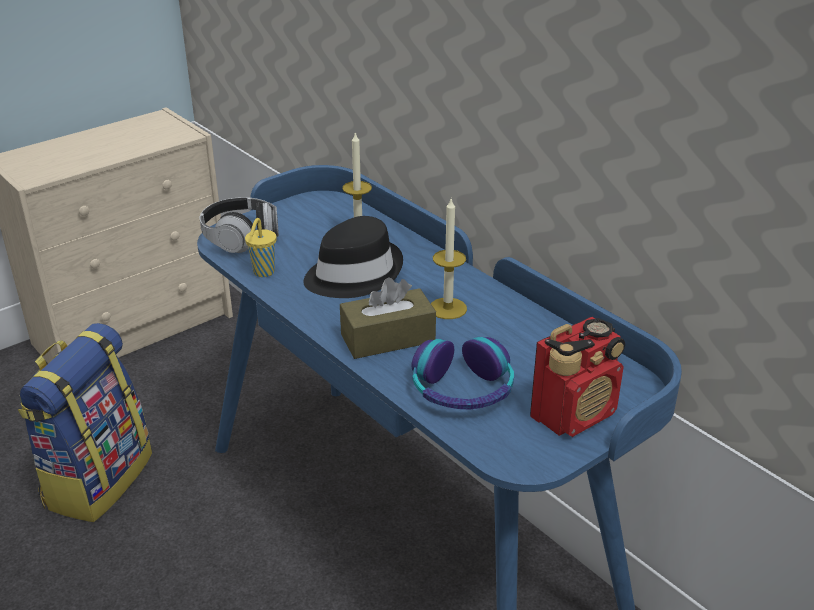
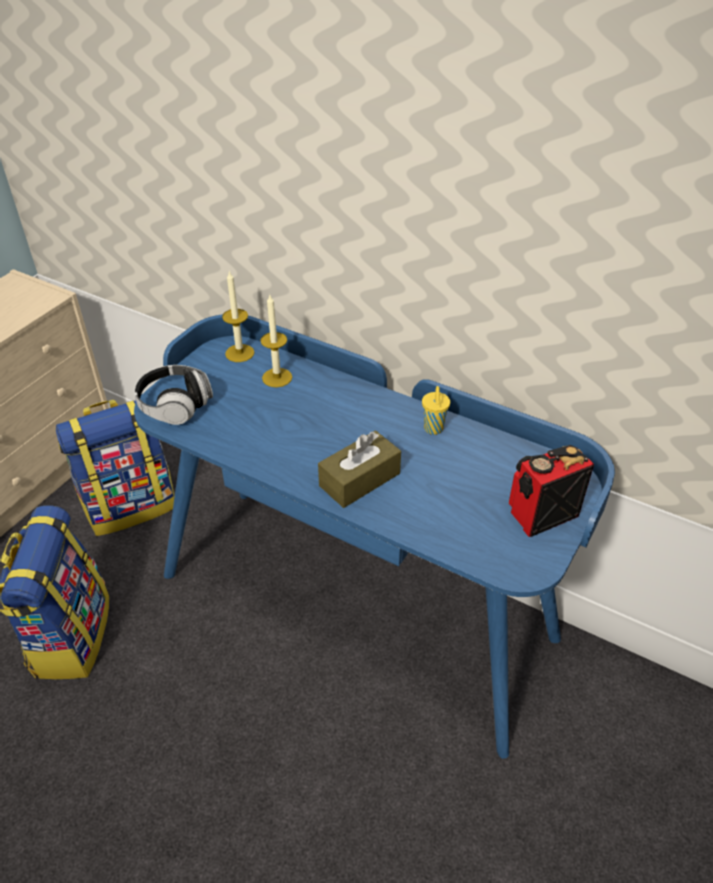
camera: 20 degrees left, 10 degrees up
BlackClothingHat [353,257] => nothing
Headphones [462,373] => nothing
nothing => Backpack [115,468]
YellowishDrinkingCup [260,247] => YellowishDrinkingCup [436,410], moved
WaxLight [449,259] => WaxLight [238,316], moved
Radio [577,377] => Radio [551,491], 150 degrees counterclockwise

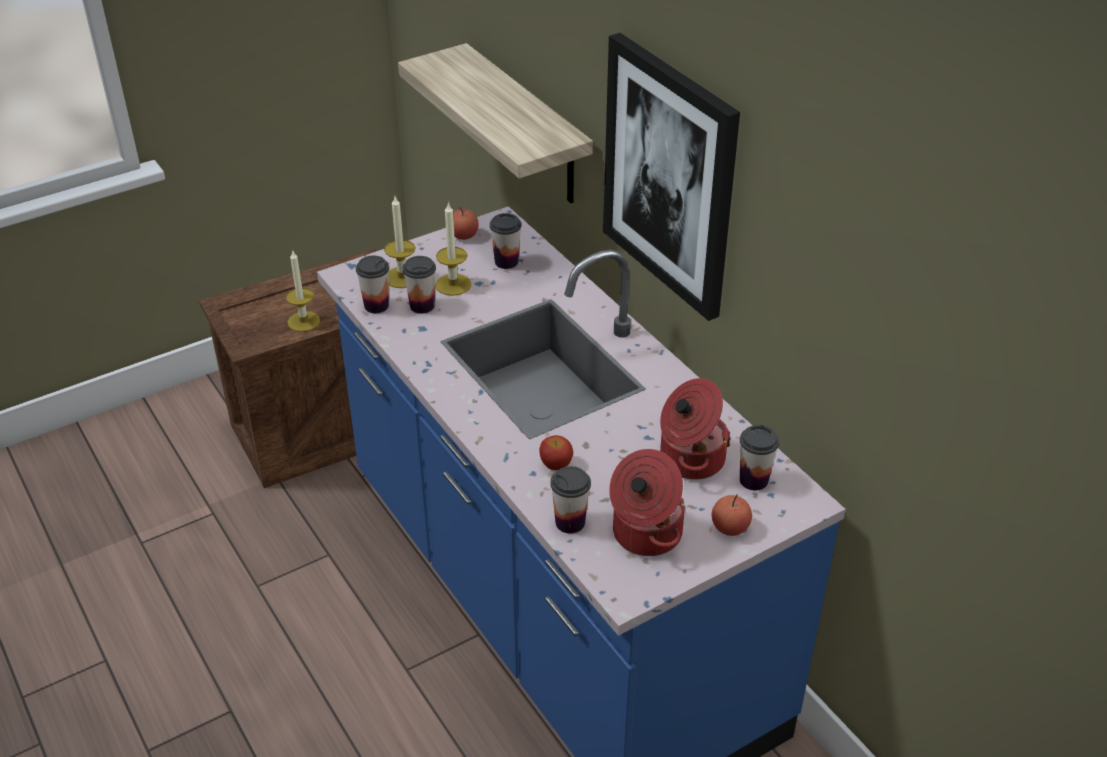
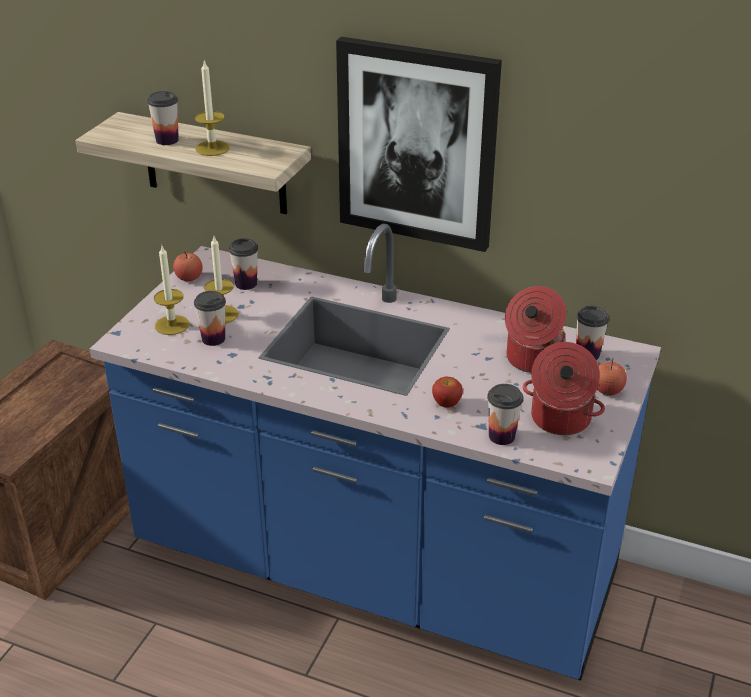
camera: 35 degrees left, 5 degrees down
WaxLight [303,291] => WaxLight [212,108], moved
DrinkingCup [372,284] => DrinkingCup [163,118], moved

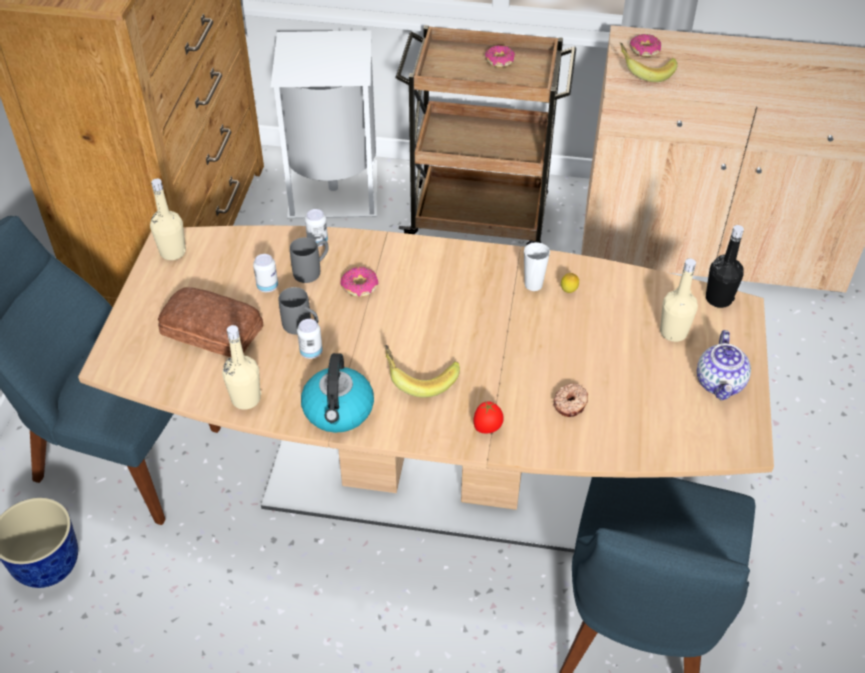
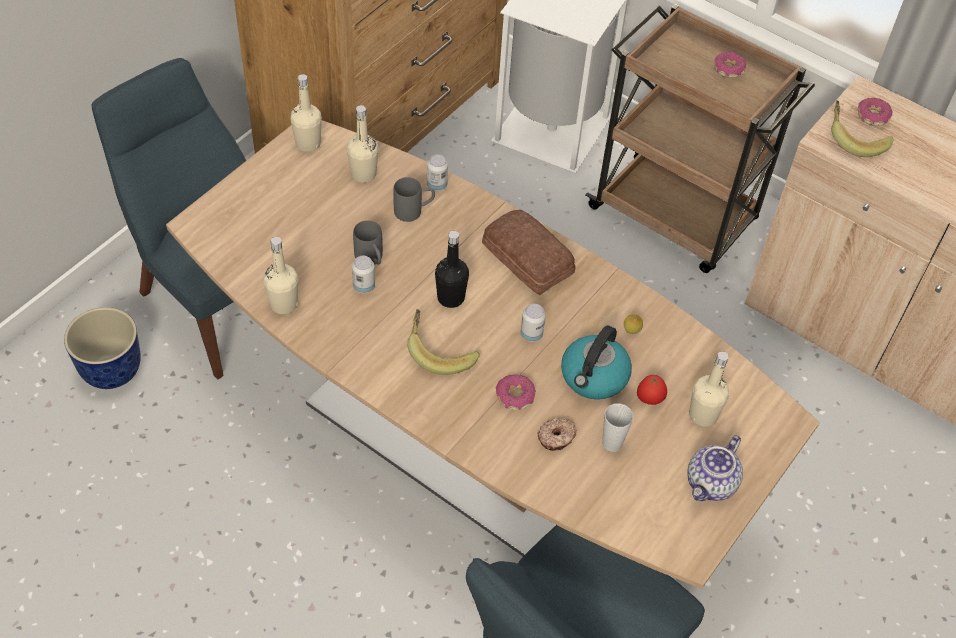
camera: 25 degrees right, 5 degrees up
nothing => SandColouredDrinkBottle [363,144]
Bread [210,322] => Bread [528,252], moved
MetalCan [265,273] => MetalCan [533,323], moved
Kettle [337,393] => Kettle [596,362], moved
RingDoughnut [359,282] => RingDoughnut [516,392], moved
Tomato [489,417] => Tomato [652,390], moved
DrinkingCup [537,266] => DrinkingCup [618,427], moved
BlackDrinkBottle [725,266] => BlackDrinkBottle [452,269], moved

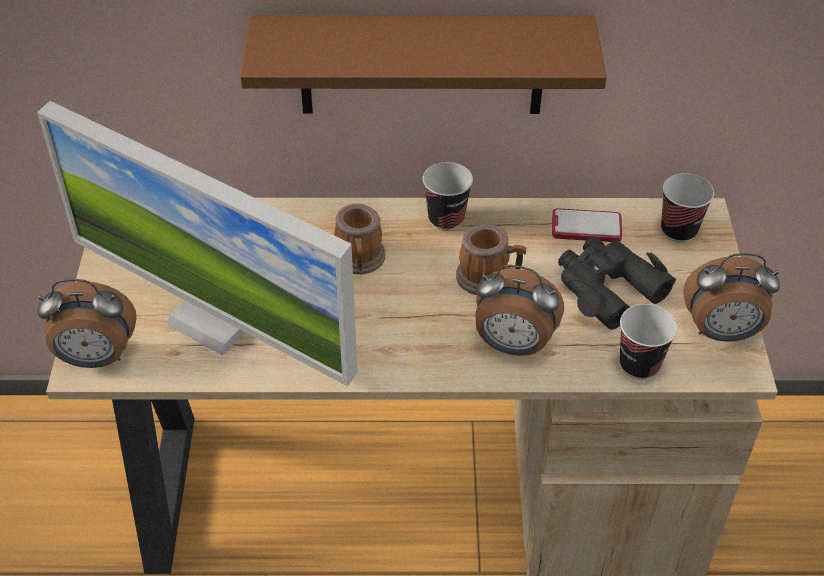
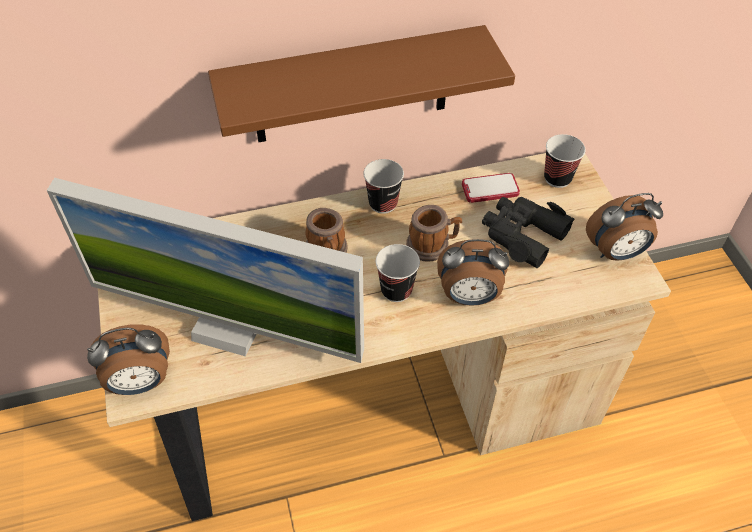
camera: 15 degrees left, 5 degrees up
DrinkingCup [648,342] => DrinkingCup [398,273], moved

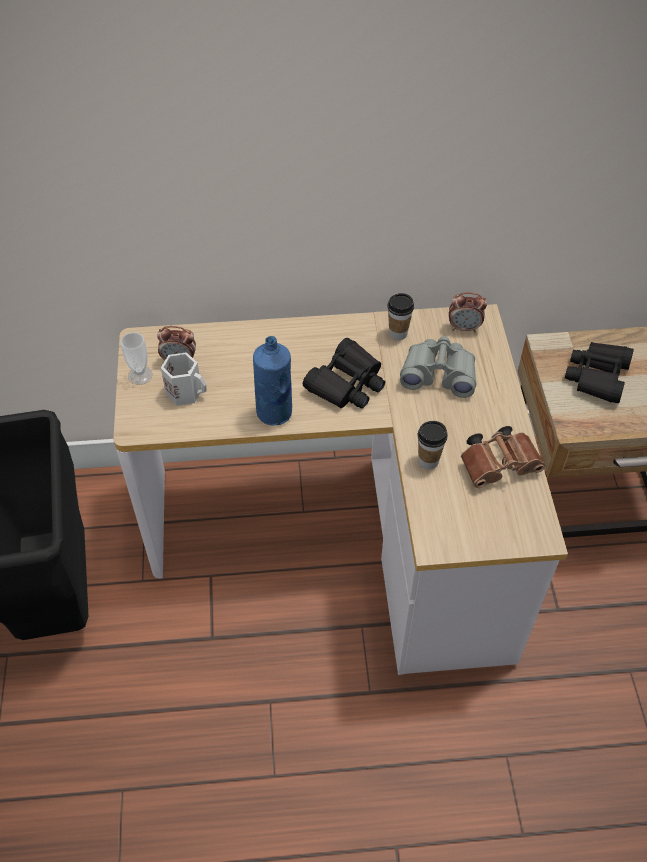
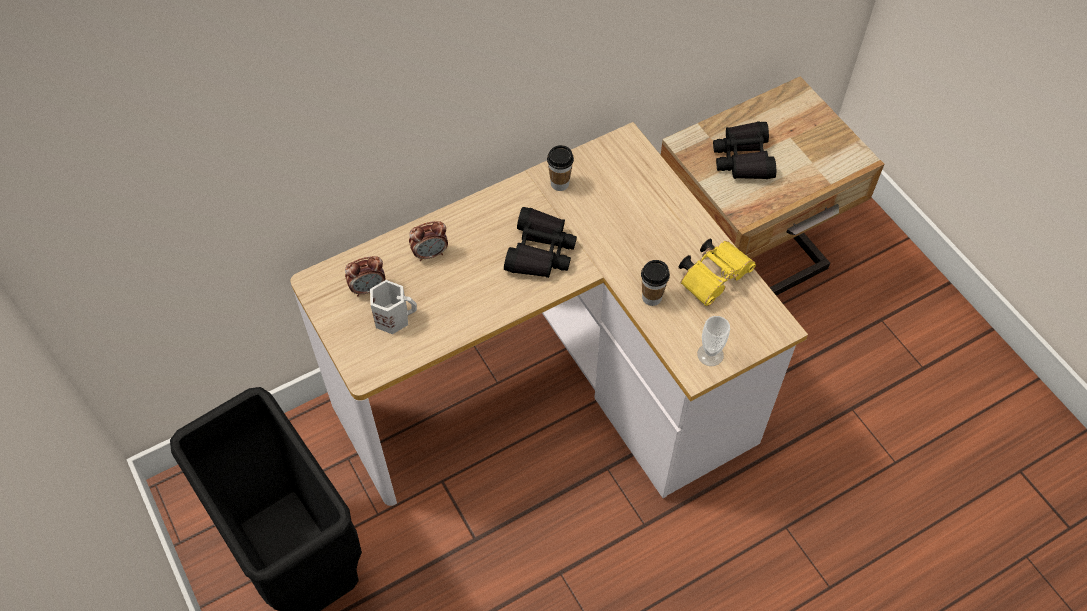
camera: 25 degrees left, 5 degrees up
BlueColouredDrinkBottle [272,381] => nothing
GreyPairOfBinoculars [438,367] => nothing
DrinkingCup [136,358] => DrinkingCup [713,341], moved
TableClock [468,312] => TableClock [428,241], moved
BrownPairOfBinoculars [503,457] => YellowishPairOfBinoculars [717,272]

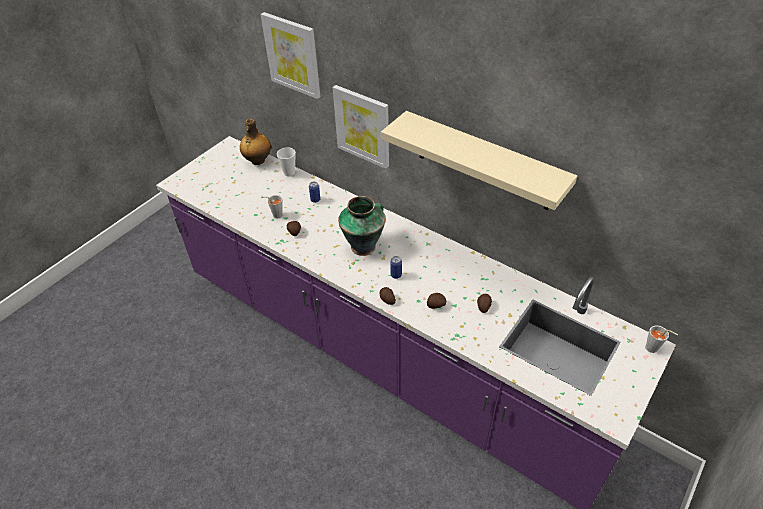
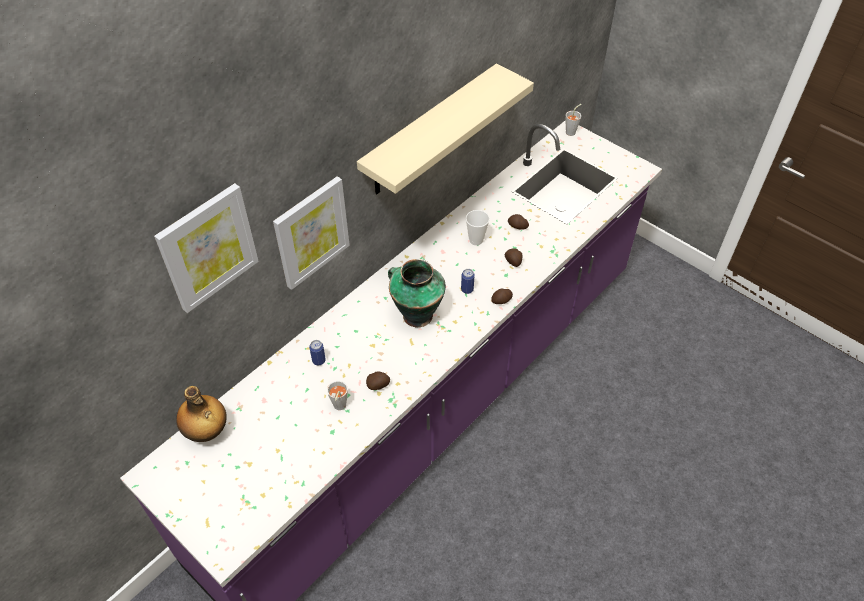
camera: 85 degrees left, 5 degrees up
DrinkingCup [286,161] => DrinkingCup [478,227], moved

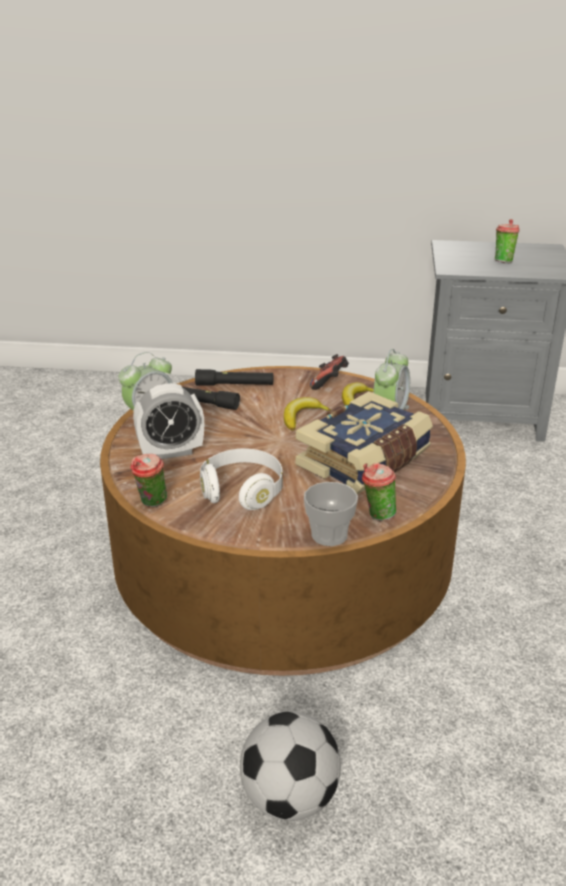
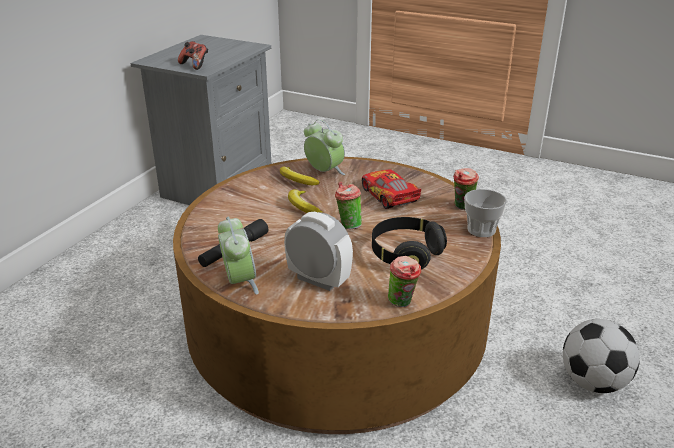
camera: 70 degrees left, 0 degrees up
BlackFlashlight [234,377] => nothing
GameController [329,372] => GameController [193,55], moved
DrinkingCup [507,241] => DrinkingCup [348,205], moved
Volume [364,442] => ToyCar [391,189]
WhiteColouredHeadphones [241,479] => BlackHeadphones [409,243]
TableClock [168,421] => TableClock [318,251], 60 degrees counterclockwise

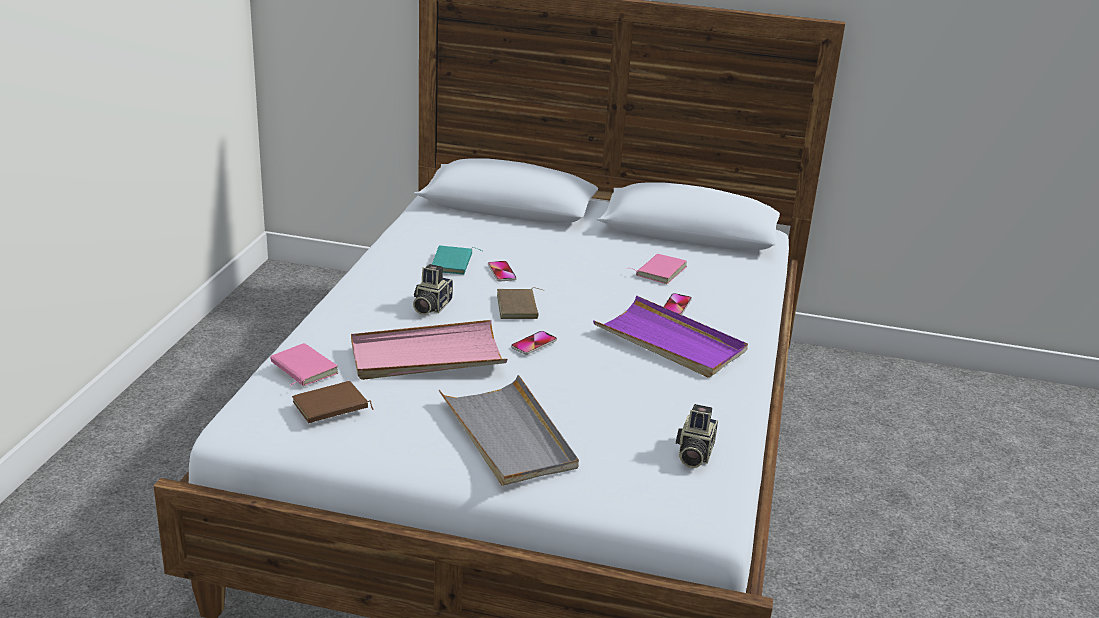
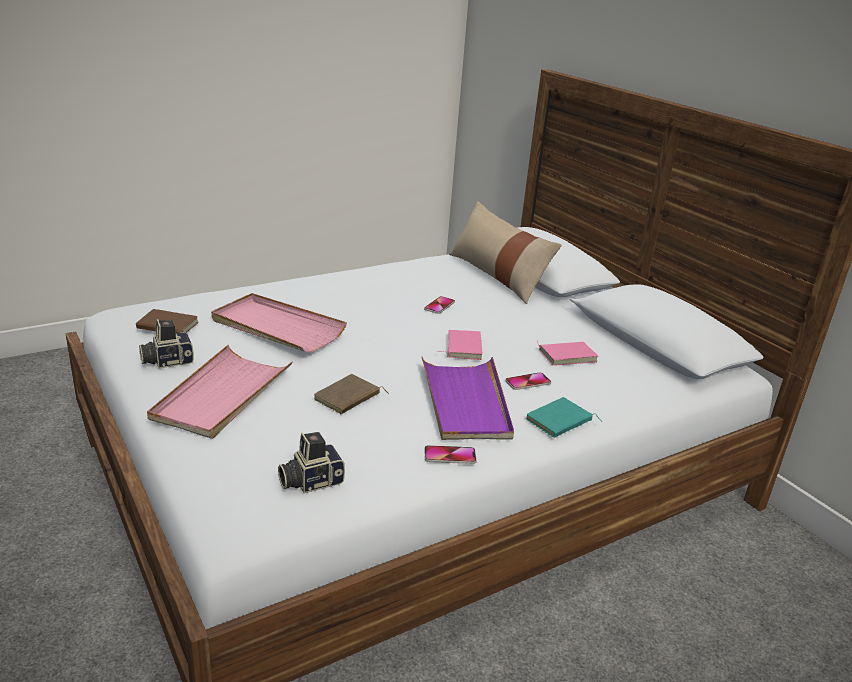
camera: 45 degrees right, 0 degrees up
nothing => SandColouredPillow [505,253]
PinkVolume [304,364] => PinkVolume [459,345], moved
PhotoCamera [433,289] => PhotoCamera [166,343], moved
BlueGreenVolume [457,260] => BlueGreenVolume [563,417], moved
BrownVolume [520,303] => BrownVolume [351,394], moved
Phone [534,343] => Phone [450,454], moved
GreyTray [509,430] => PinkTray [220,392]

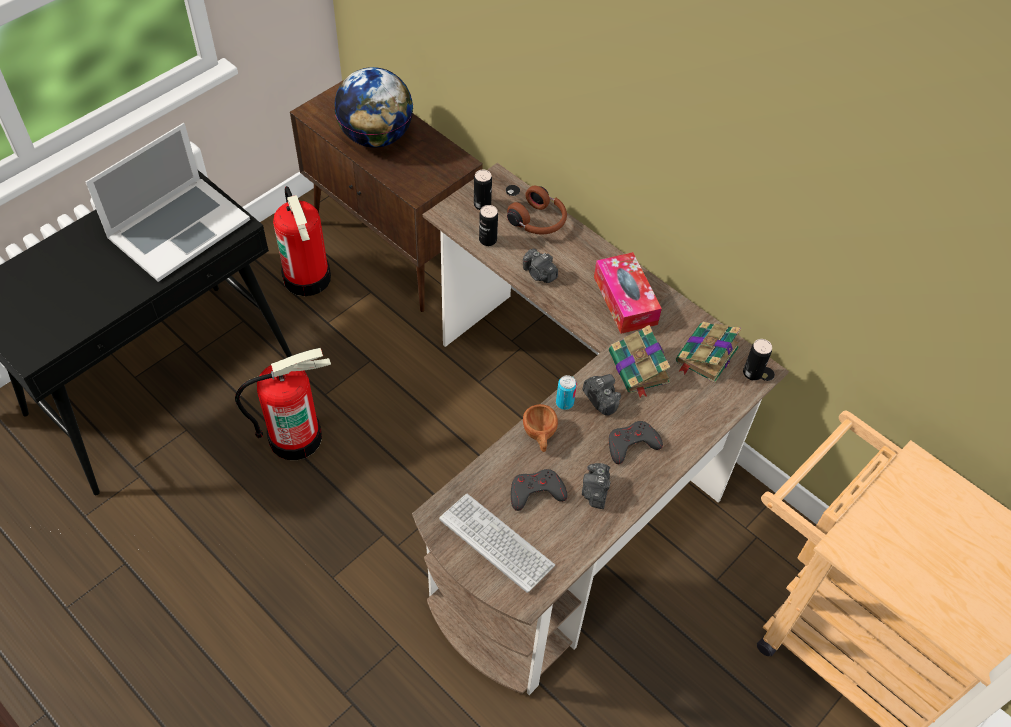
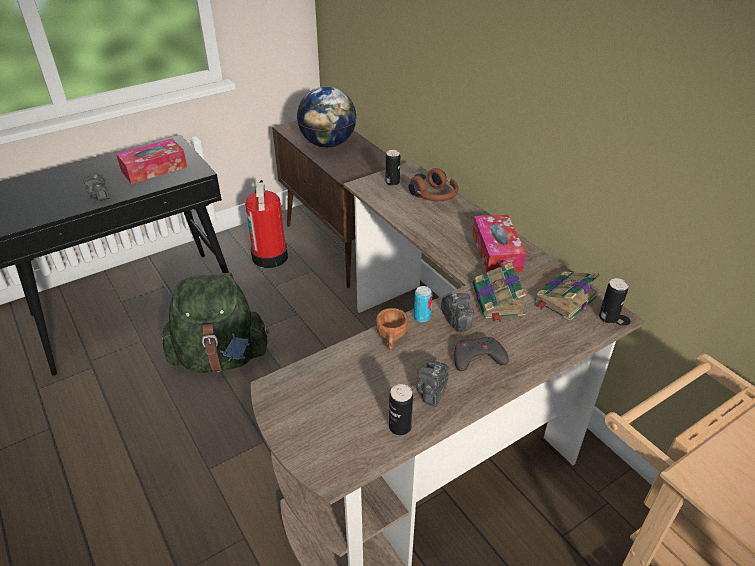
camera: 15 degrees right, 15 degrees down
PcKeyboard [497,543] => nothing
GreyGameController [539,490] => nothing
MetalCan [488,225] => MetalCan [401,409], moved
PhotoCamera [540,265] => PhotoCamera [96,187], moved
NotebookComputer [167,202] => TissueBox [151,161]
Extinguisher [283,404] => GreenishBackpack [216,323]

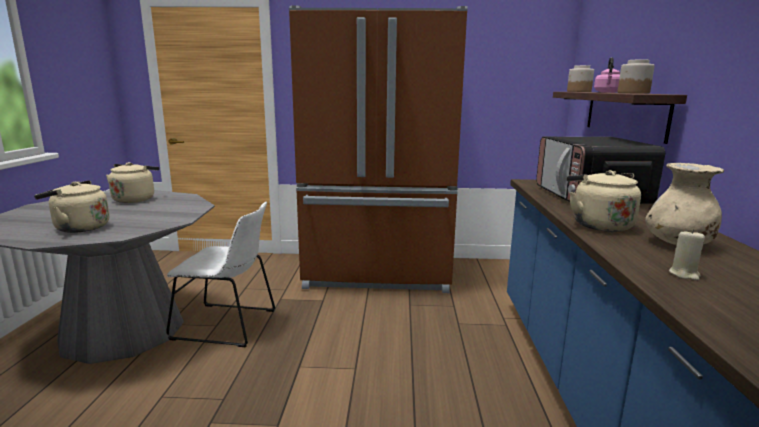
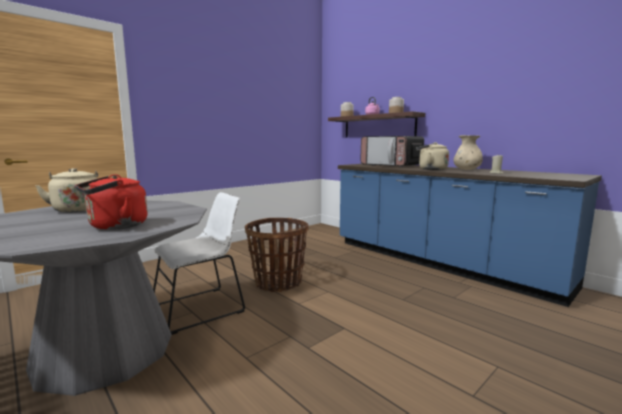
camera: 45 degrees left, 5 degrees down
BrownKitchenFridge [378,149] => nothing
nothing => StorageBasket [277,255]
SandColouredKettle [71,206] => ReddishKettle [111,202]

